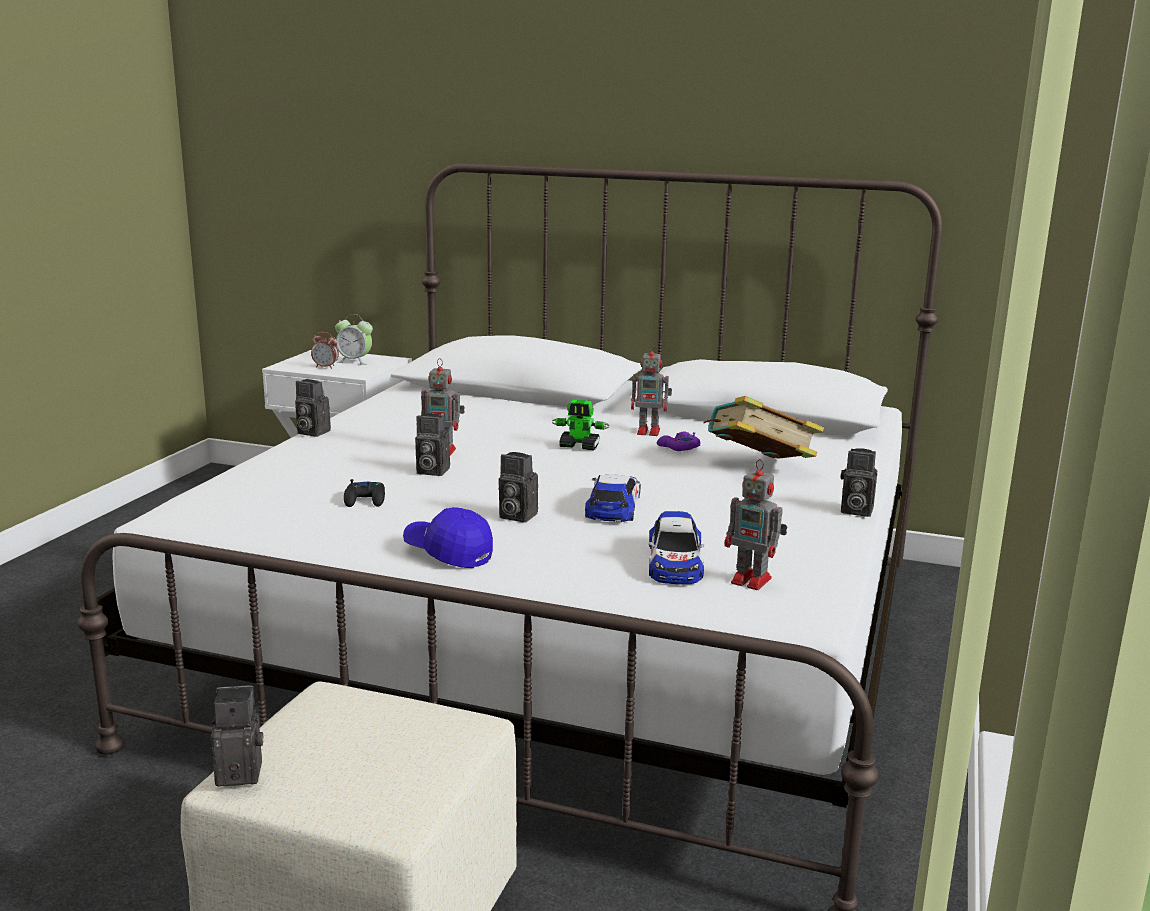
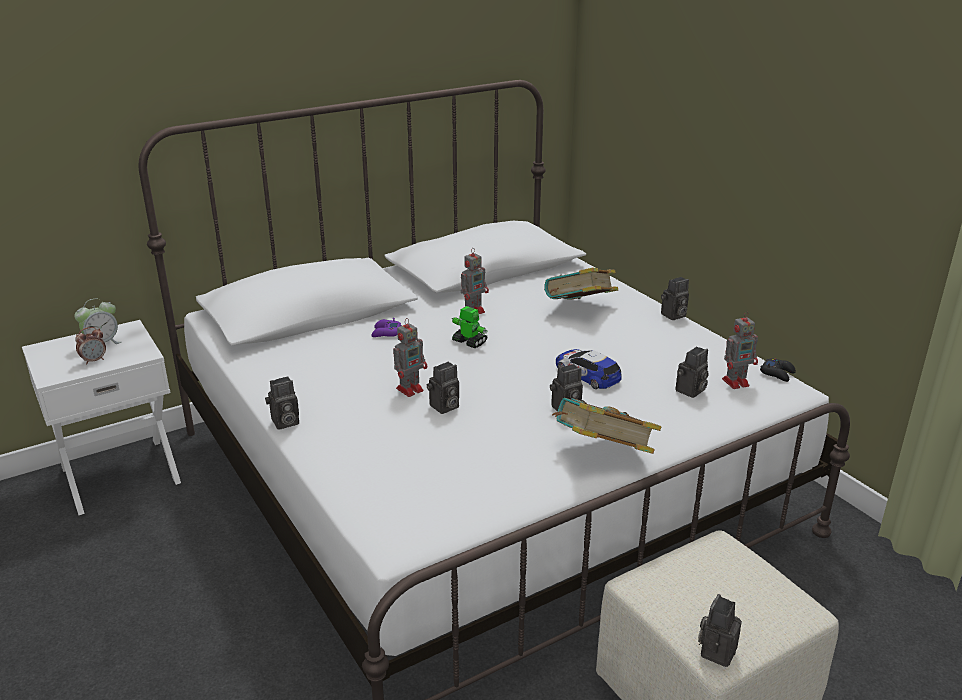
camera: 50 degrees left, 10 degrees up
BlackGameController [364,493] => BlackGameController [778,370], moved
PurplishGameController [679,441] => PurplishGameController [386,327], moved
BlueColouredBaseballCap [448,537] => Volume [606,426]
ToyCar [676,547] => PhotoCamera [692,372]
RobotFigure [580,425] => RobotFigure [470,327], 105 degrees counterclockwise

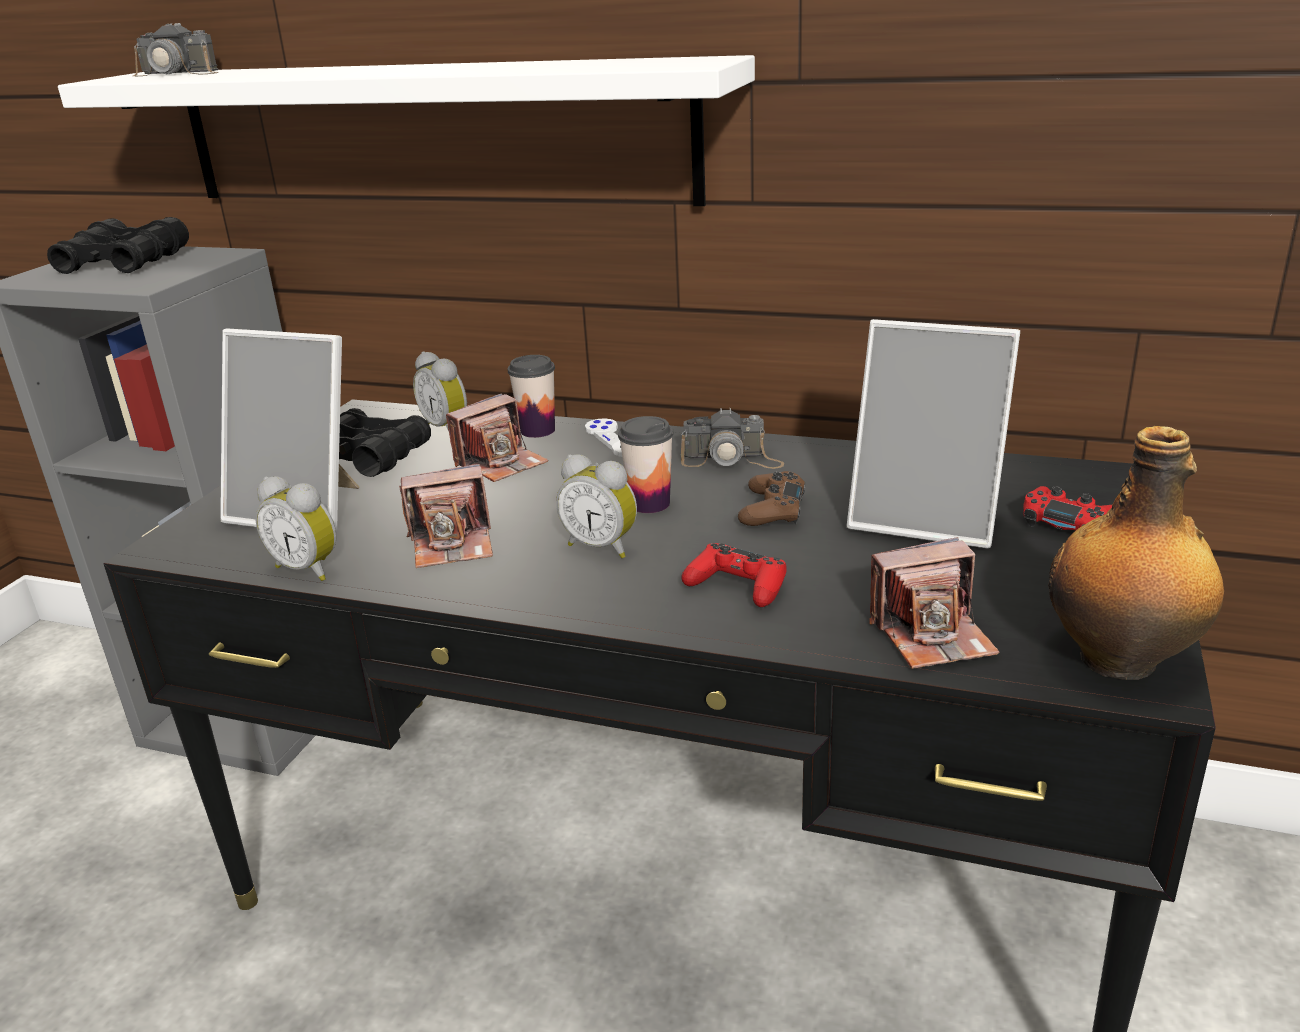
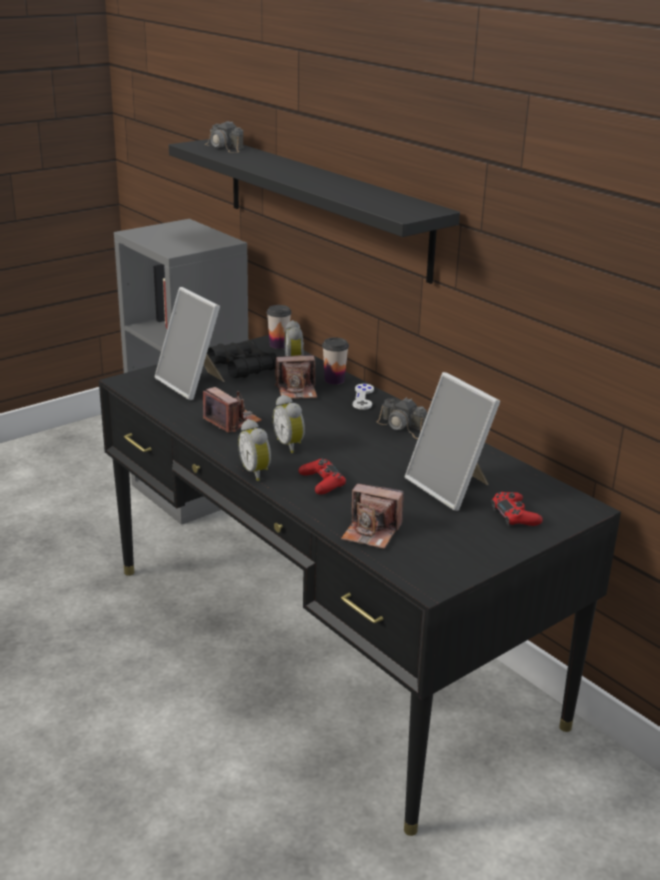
camera: 30 degrees right, 0 degrees up
BlackPairOfBinoculars [118,245] => nothing
BrownGameController [771,498] => nothing
DrinkBottle [1136,553] => nothing
TableClock [296,528] => TableClock [254,450], moved
DrinkingCup [646,464] => DrinkingCup [279,327], moved
WhiteColouredWallShelf [406,130] => BlackWallShelf [314,211]
PhotoCamera [446,516] => PhotoCamera [232,410], 150 degrees counterclockwise

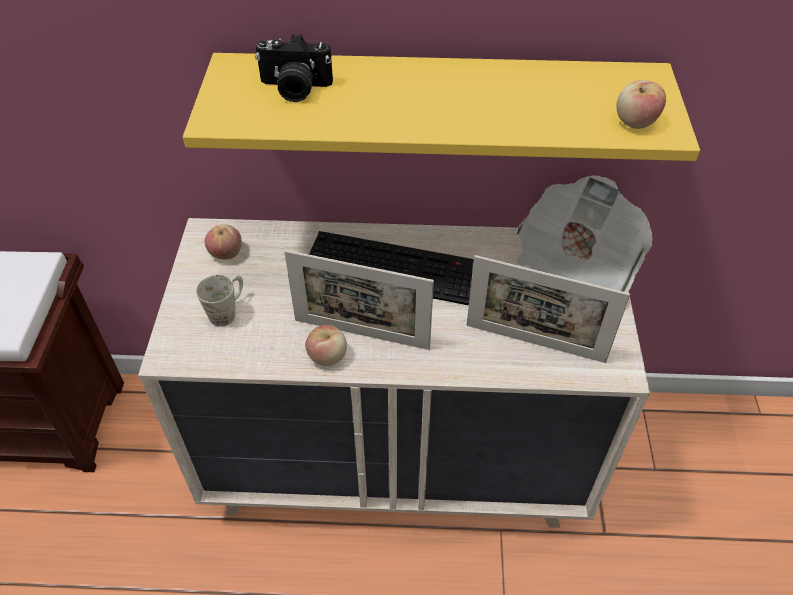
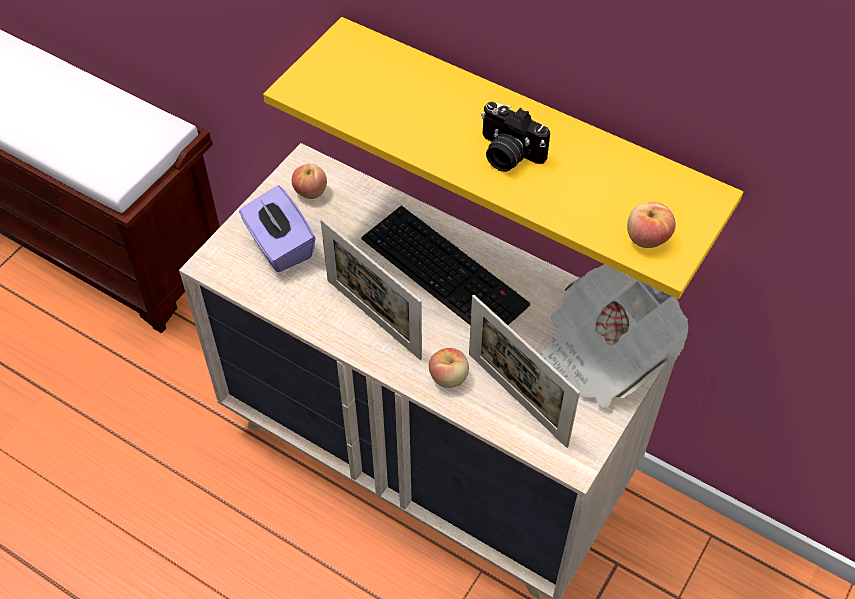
camera: 30 degrees right, 5 degrees up
PhotoCamera [294,68] => PhotoCamera [515,137], moved
Apple [326,345] => Apple [449,368], moved
WhiteColouredMug [219,300] => PurplishTissueBox [277,228]

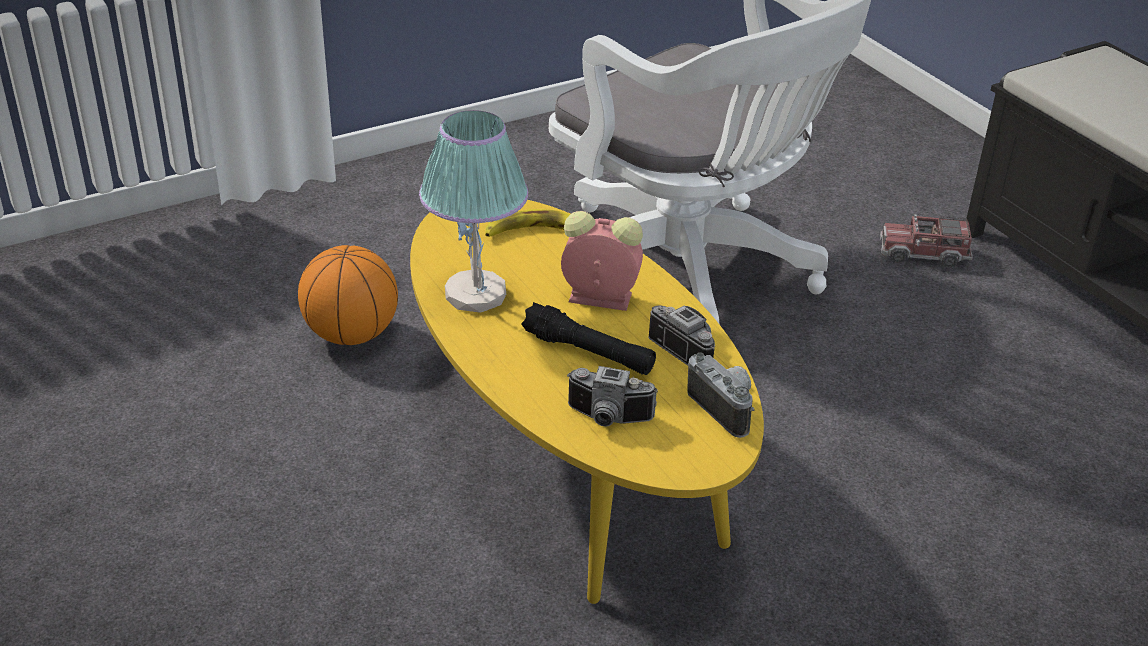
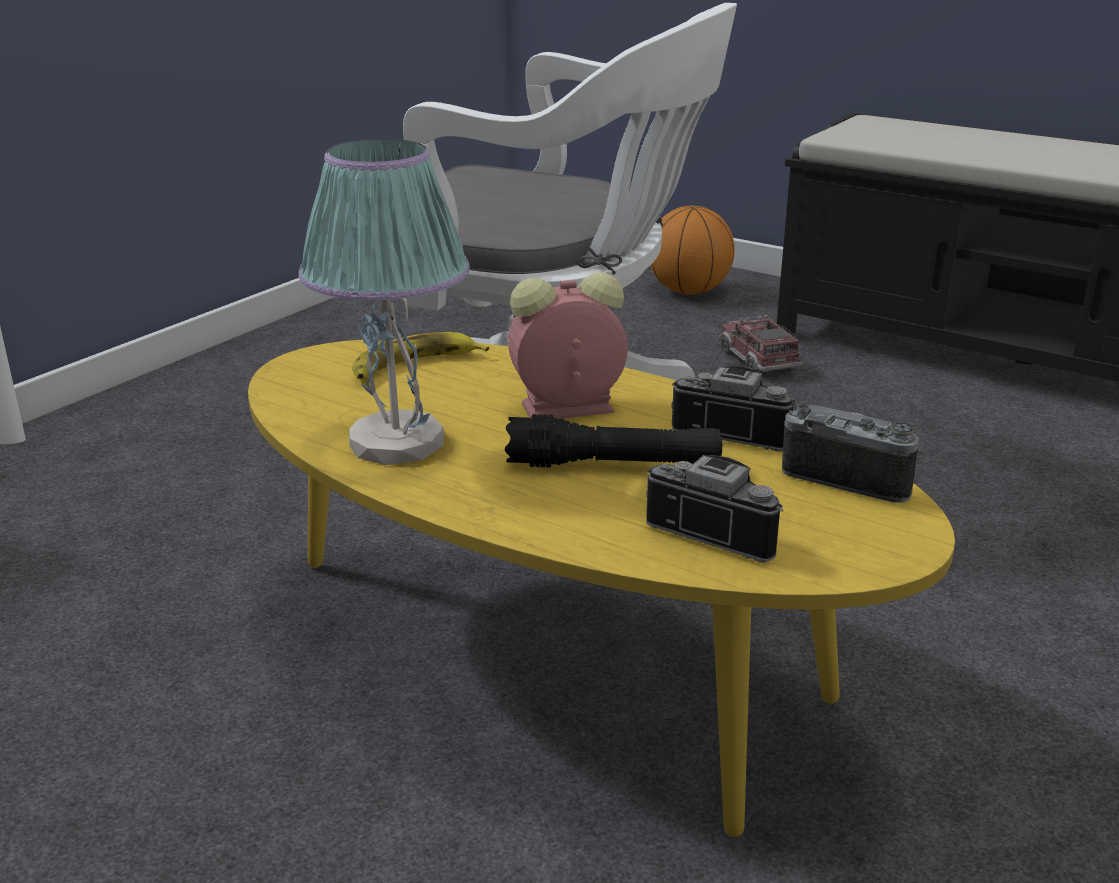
camera: 25 degrees left, 10 degrees down
BasketballBall [348,295] => BasketballBall [692,250], moved
PhotoCamera [612,396] => PhotoCamera [715,508], 135 degrees counterclockwise
ToyLorry [926,240] => ToyLorry [760,343], 90 degrees clockwise

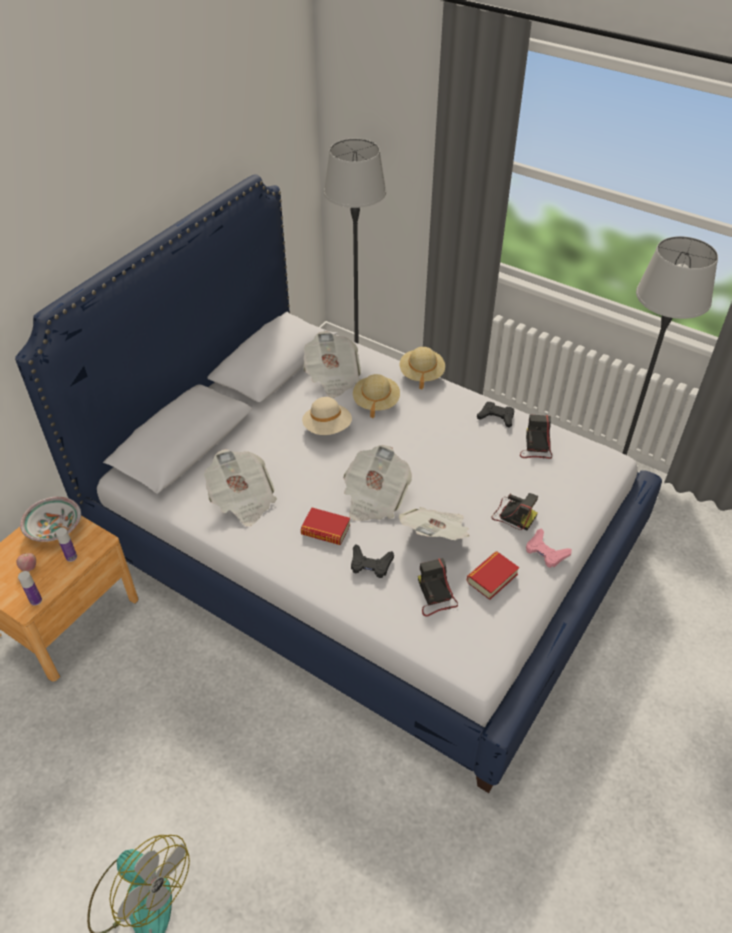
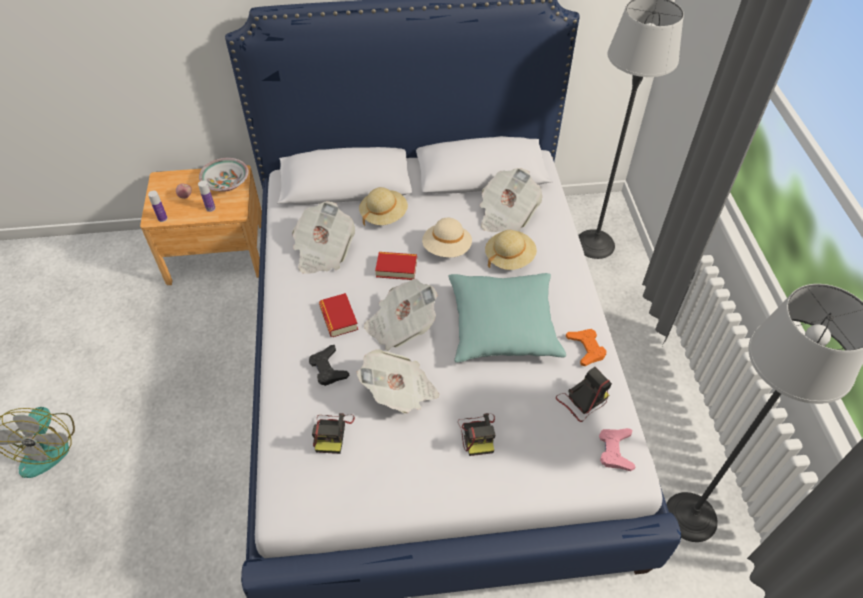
camera: 50 degrees right, 5 degrees up
nothing => BlueGreenPillow [507,318]
SandColouredClothingHat [422,368] => SandColouredClothingHat [383,206], moved
Volume [492,576] => Volume [396,266], moved
PinkGameController [549,548] => PinkGameController [617,449], moved
BlackGameController [495,414] => OrangeColouredGameController [586,347]
PhotoCamera [438,587] => PhotoCamera [333,433], 150 degrees clockwise

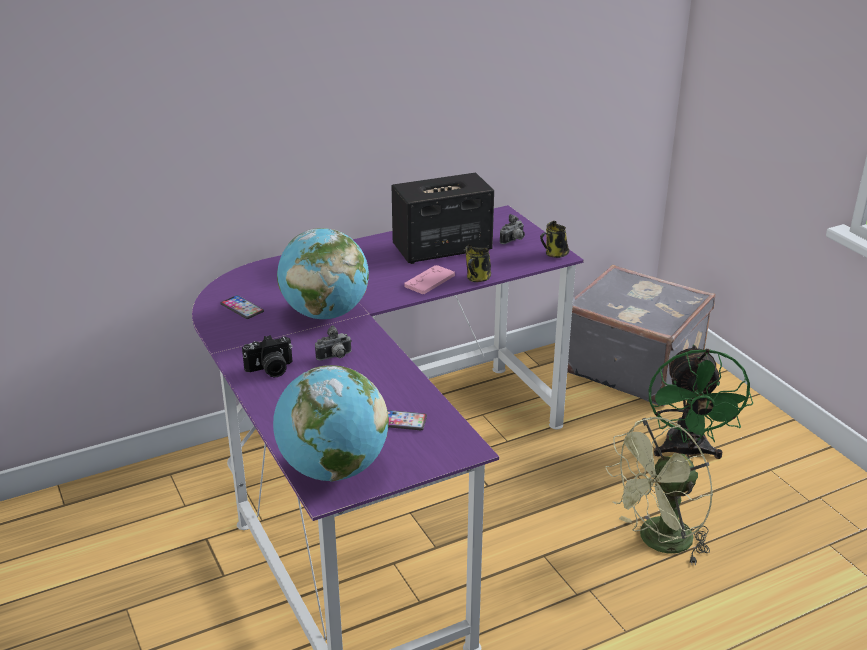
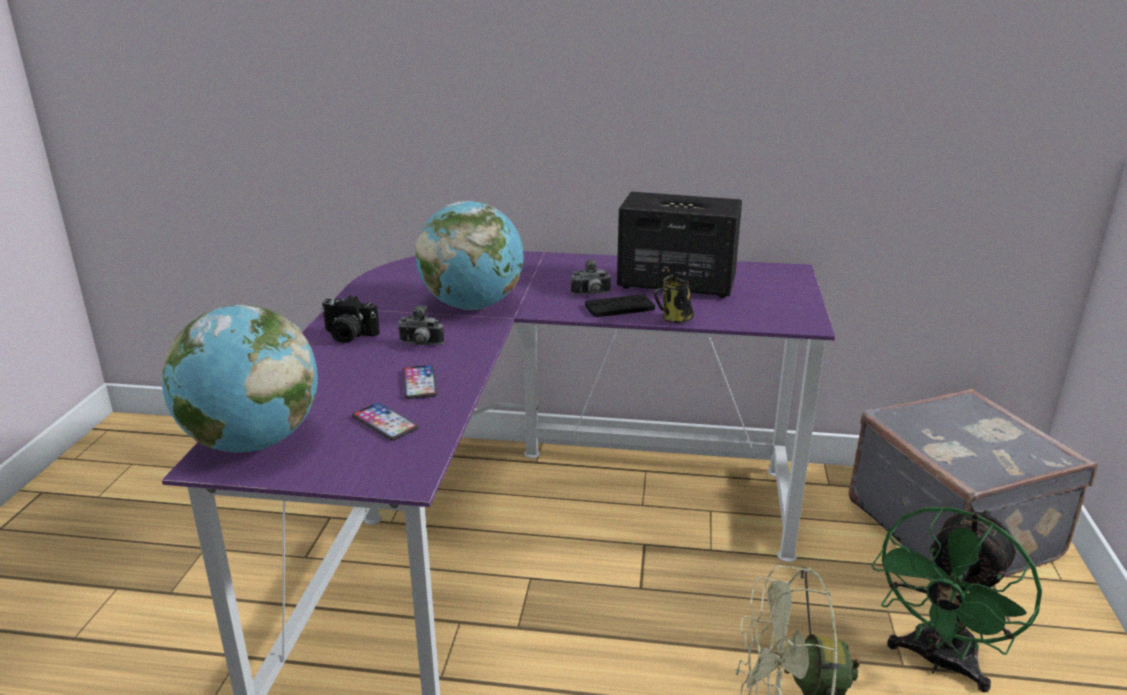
camera: 35 degrees right, 5 degrees down
Mug [555,239] => nothing
Phone [242,307] => Phone [420,382], moved
PhotoCamera [512,229] => PhotoCamera [591,277], moved
PinkGameController [429,279] => BlackGameController [620,305]

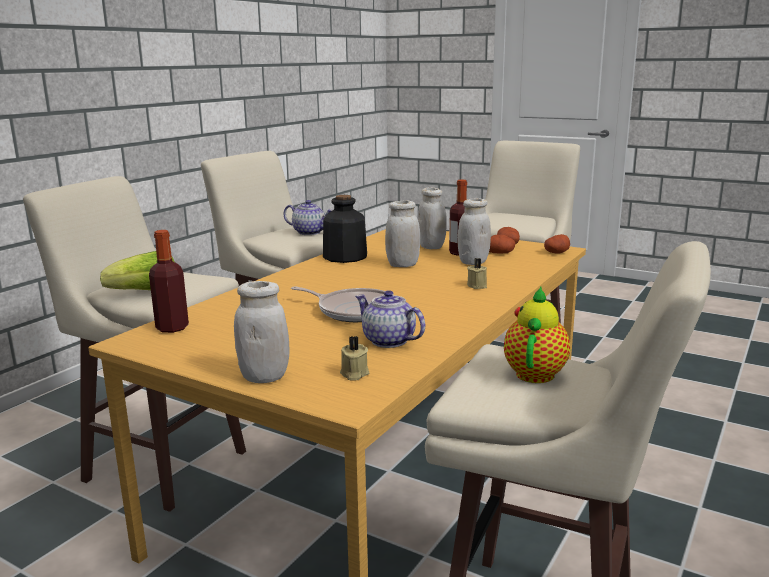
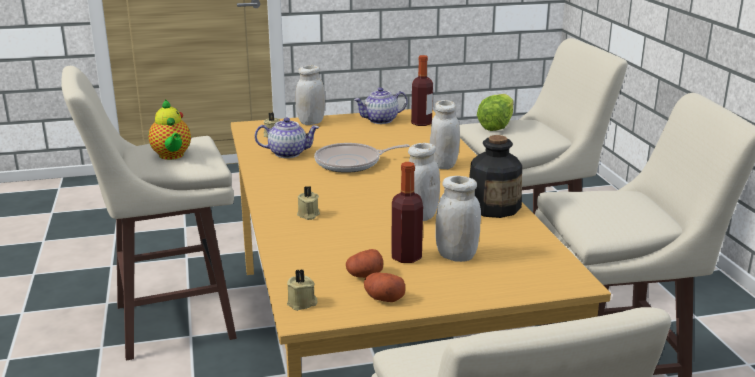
camera: 135 degrees right, 5 degrees up
Teapot [308,217] => Teapot [380,105], moved
WhiteColouredJar [474,231] => WhiteColouredJar [445,134], moved
Spud [557,243] => SandColouredWaxLight [302,290]

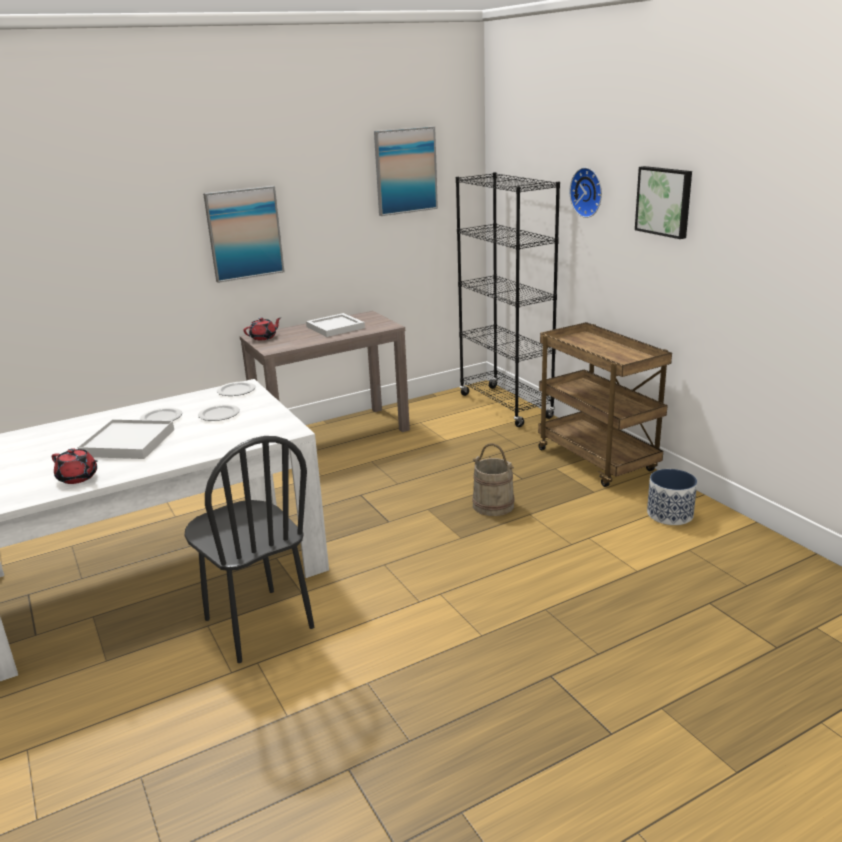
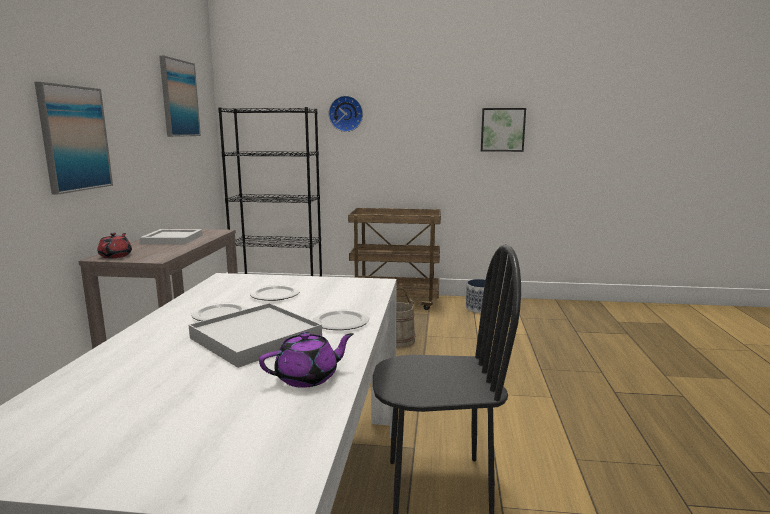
camera: 55 degrees left, 10 degrees down
DinnerPlate [236,389] => DinnerPlate [340,319], moved
WallArt [663,202] => WallArt [503,130], moved
ReddishTeapot [75,466] => PurplishTeapot [306,360]

